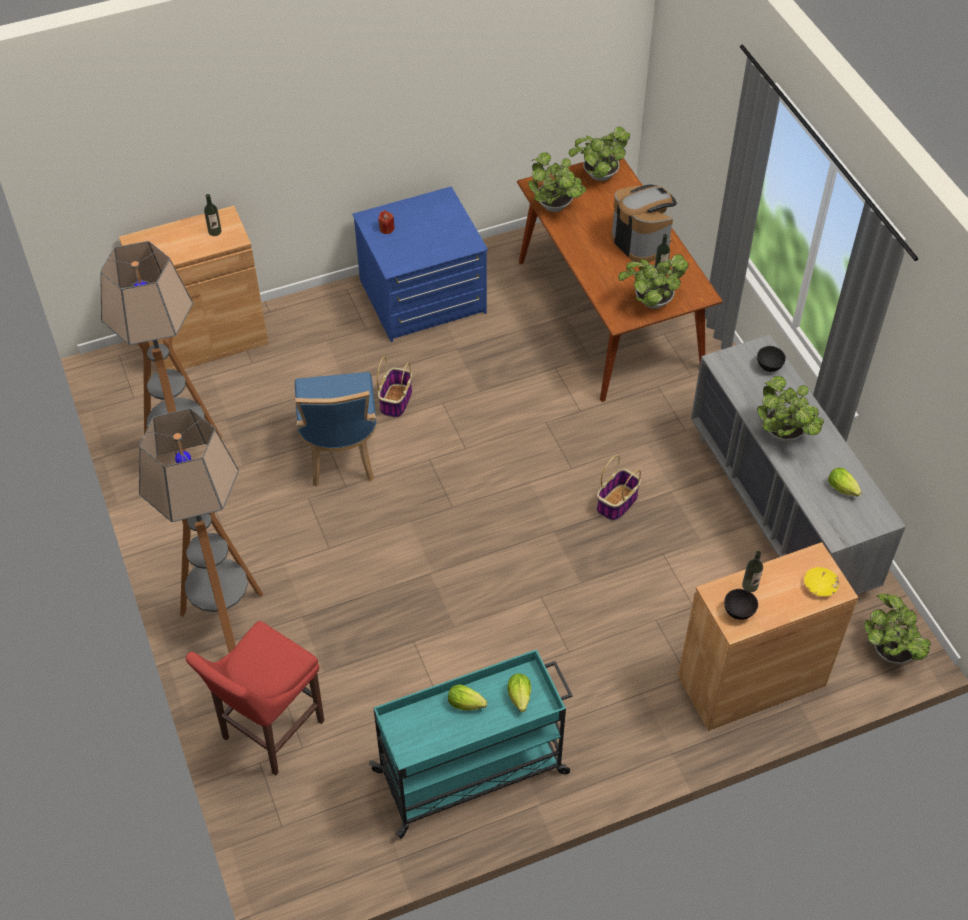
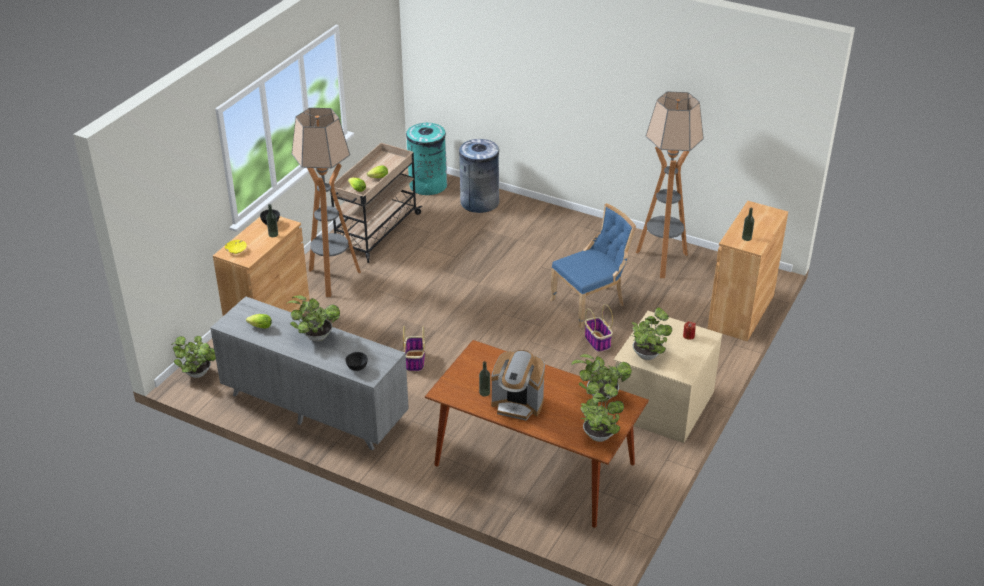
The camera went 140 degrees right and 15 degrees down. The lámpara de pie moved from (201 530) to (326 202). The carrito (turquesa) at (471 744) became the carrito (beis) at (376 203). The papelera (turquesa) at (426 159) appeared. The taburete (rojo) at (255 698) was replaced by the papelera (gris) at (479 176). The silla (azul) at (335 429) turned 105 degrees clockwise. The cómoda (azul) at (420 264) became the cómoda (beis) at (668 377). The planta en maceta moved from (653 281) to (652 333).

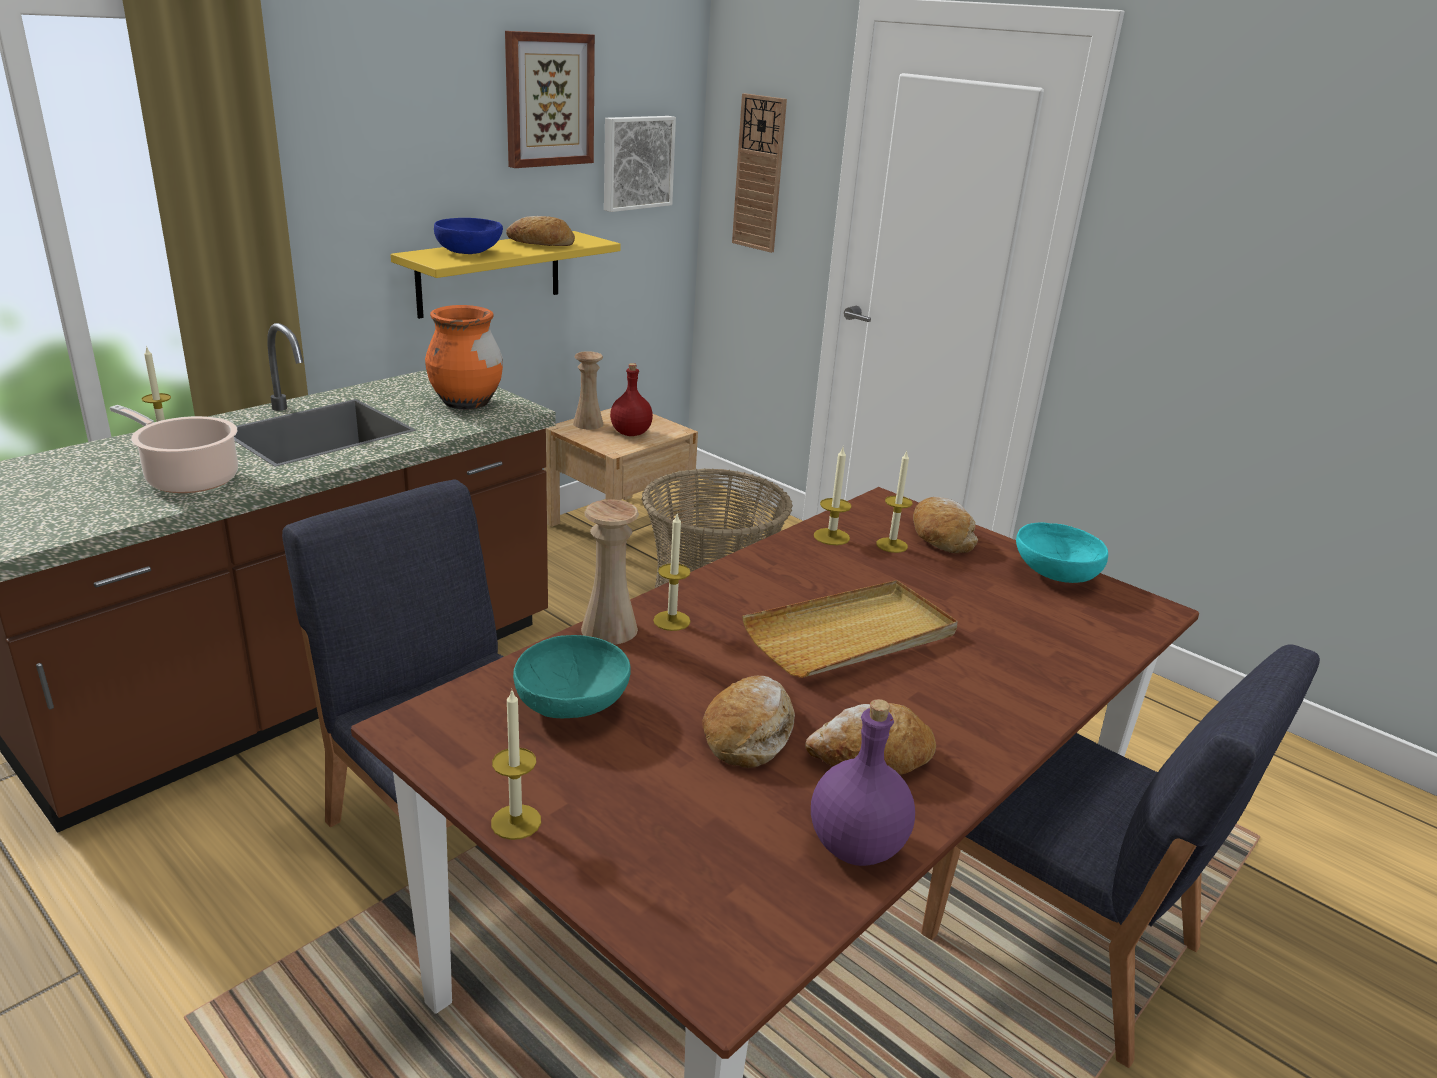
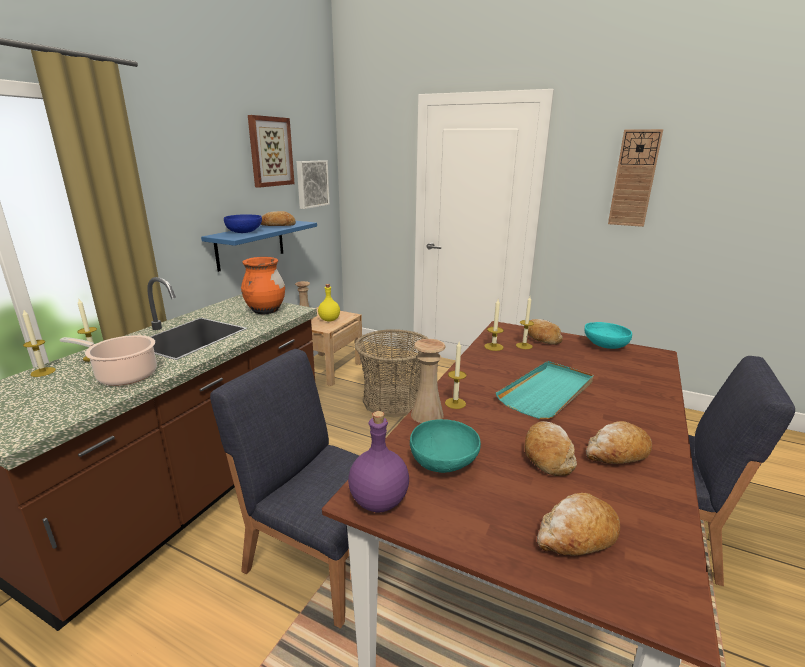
The camera went 15 degrees left and 5 degrees down. The vela moved from (516 764) to (39 343). The estante (amarillo) at (506 275) became the estante (azul) at (259 246). The botella (rojo) at (631 399) became the botella (amarillo) at (329 303). The botella (morado) moved from (863 782) to (378 462). The bandeja (beis) at (850 629) became the bandeja (turquesa) at (545 390). The pan at (578 524) appeared. The reloj de pared moved from (759 173) to (635 178).

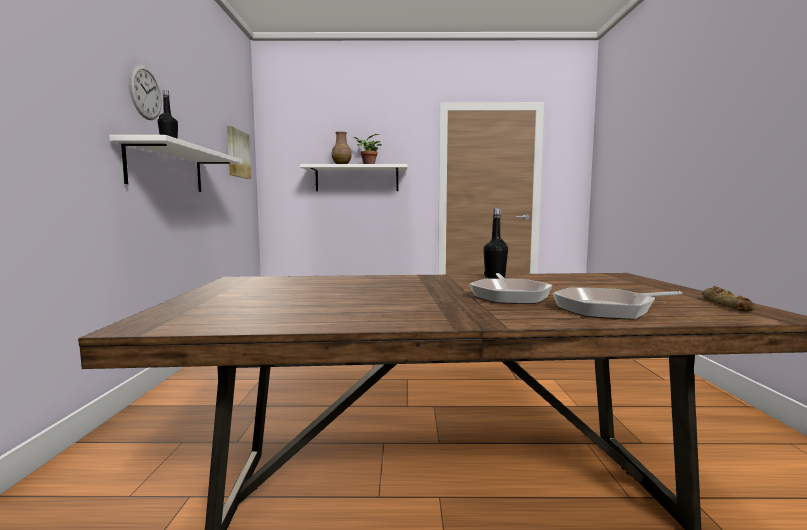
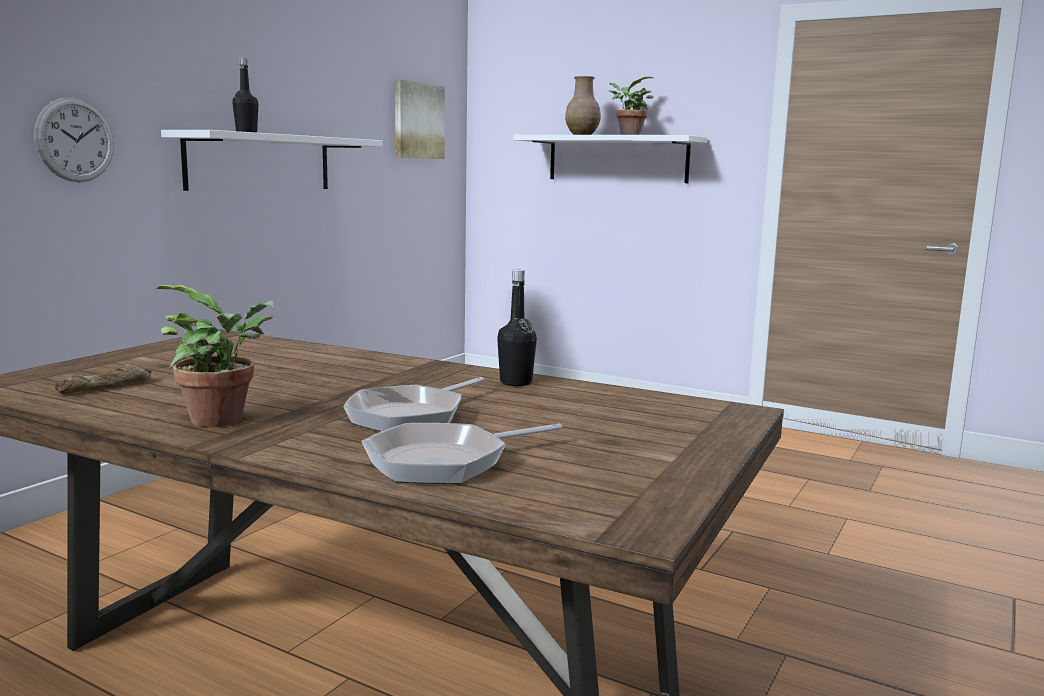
The camera went 30 degrees right and 5 degrees up. The reloj de pared moved from (145 92) to (74 139). The pan moved from (728 298) to (103 379). The planta en maceta at (214 356) appeared. The sartén at (618 303) turned 45 degrees counterclockwise.

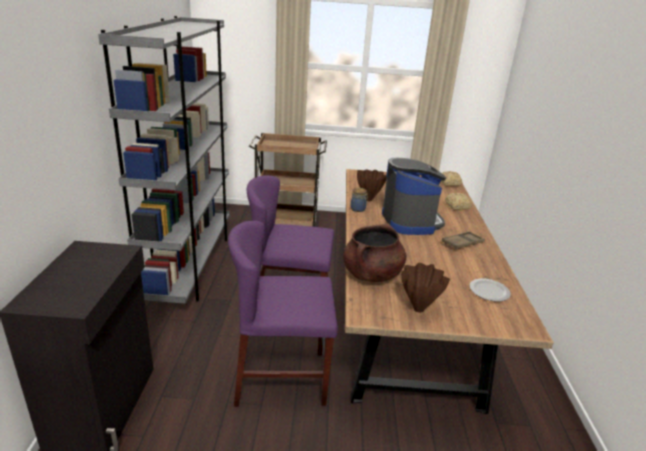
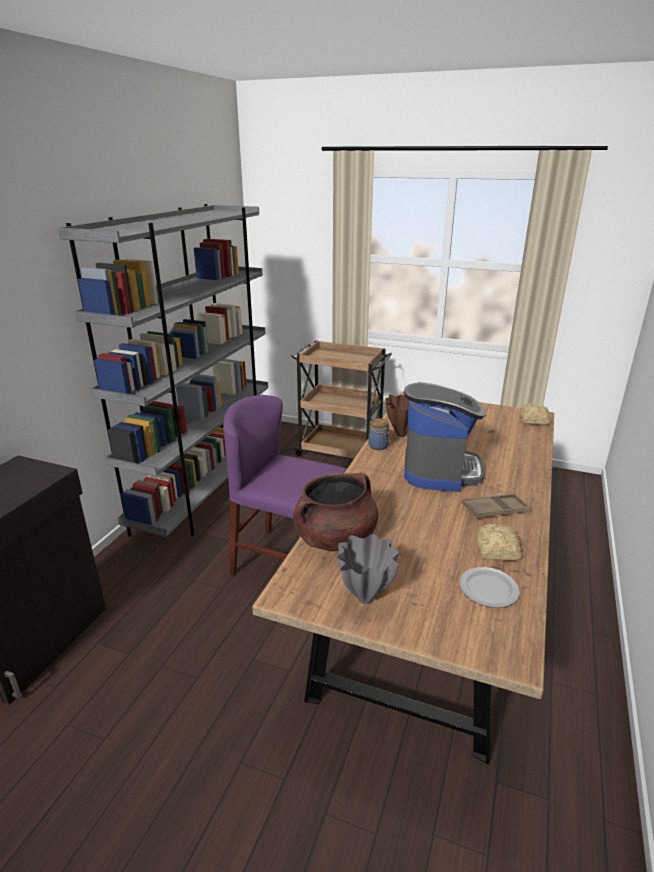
The camera went 20 degrees right and 0 degrees up. The florero (marrón) at (425 288) became the florero (gris) at (368 569). The pan moved from (458 201) to (499 542). The silla (morado) at (283 314) disappeared.

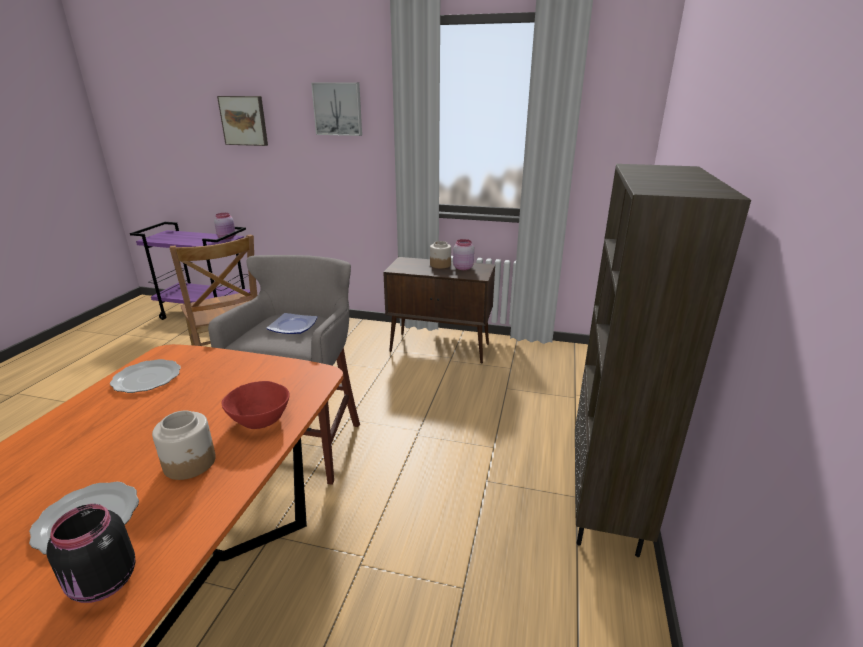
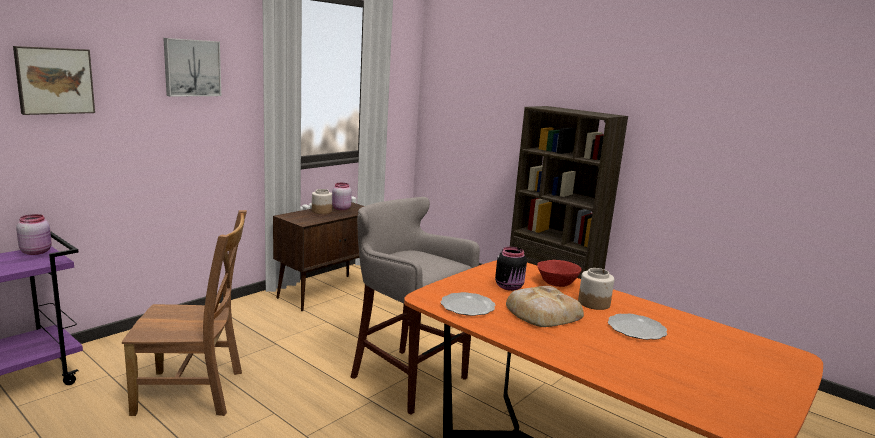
The camera went 65 degrees left and 10 degrees down. The tarro (negro) moved from (90 553) to (511 269). The pan at (545 306) appeared. The plato at (292 323) disappeared.

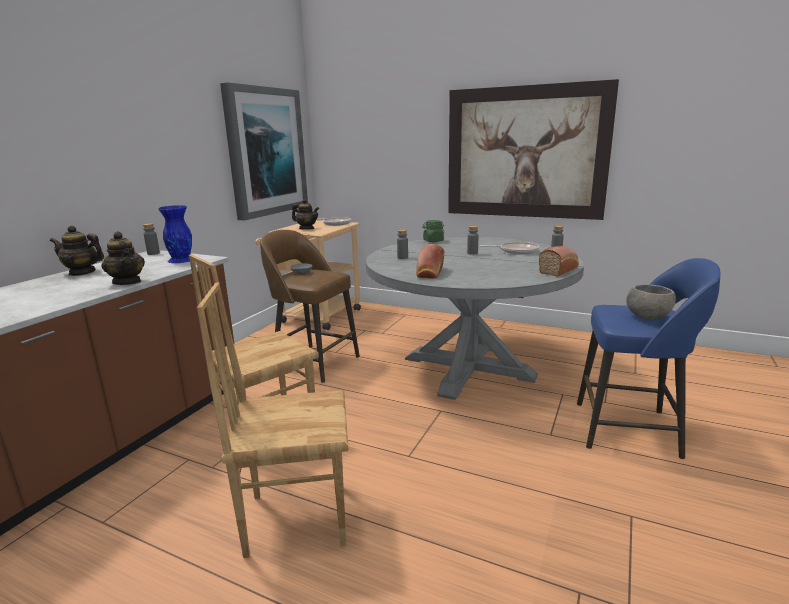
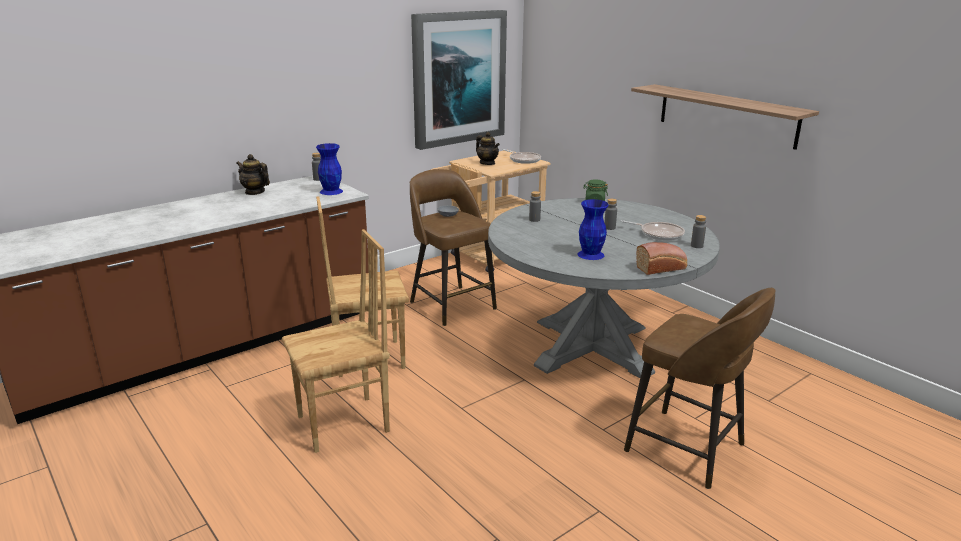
The camera went 25 degrees right and 5 degrees up. The silla (marrón) at (272 420) turned 135 degrees clockwise. The florero (azul) at (593 229) appeared. The taburete (azul) at (649 358) became the taburete (marrón) at (700 388). The cuadro at (533 149) was replaced by the estante at (725 117). The tetera at (123 258) disappeared. The pan at (430 261) disappeared. The cuenco (gris) at (651 302) disappeared.

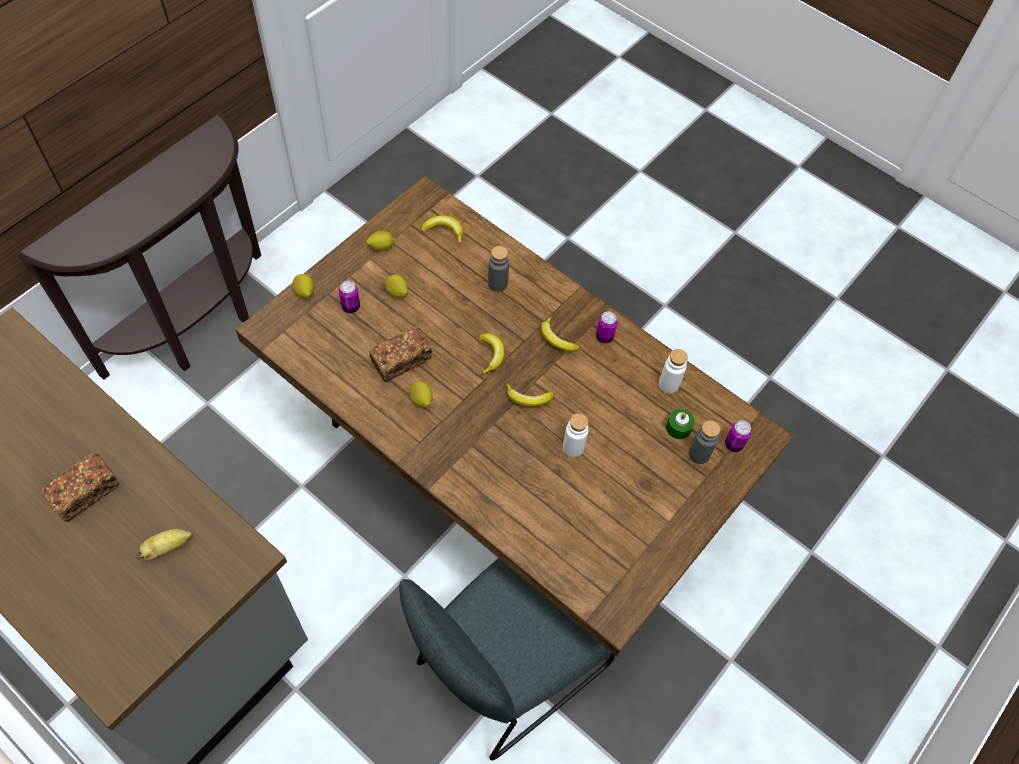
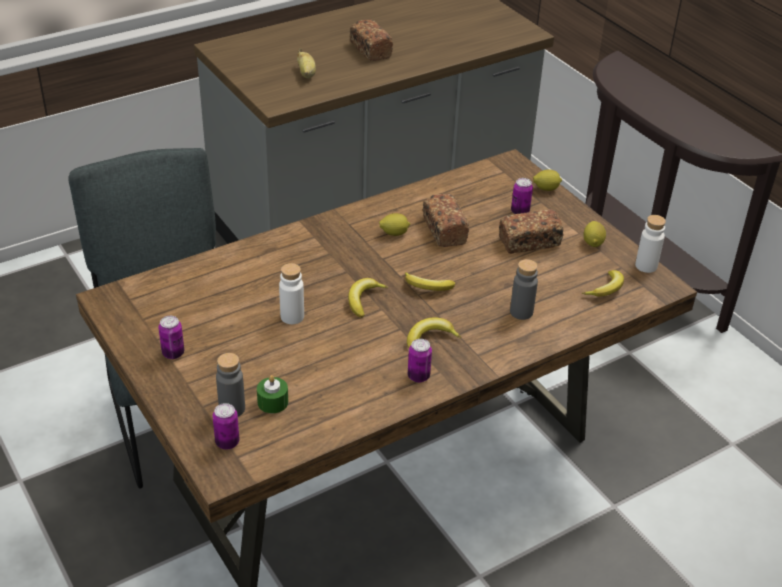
The camera went 110 degrees right and 20 degrees down. The lata at (171 337) appeared. The limón at (396 286) was replaced by the pan at (531 231). The botella (blanco) moved from (673 371) to (650 244).

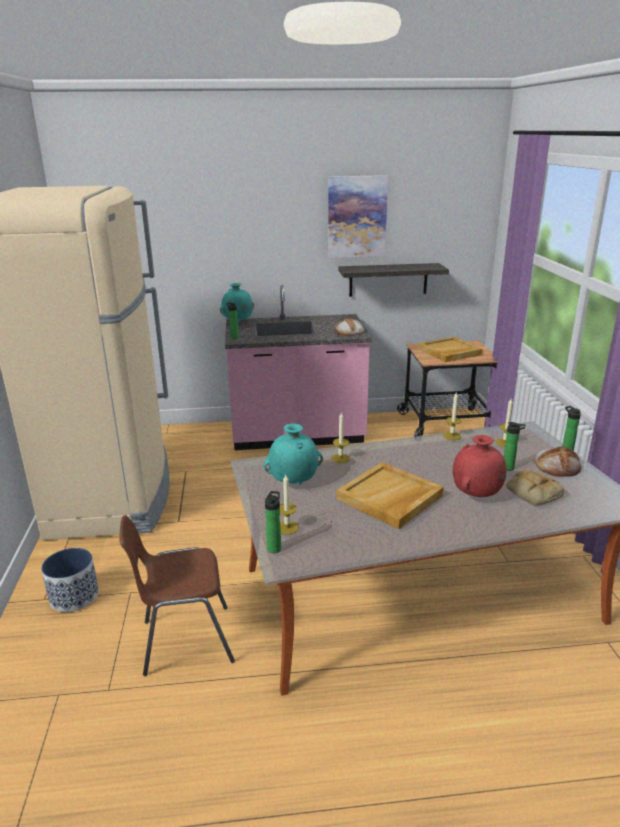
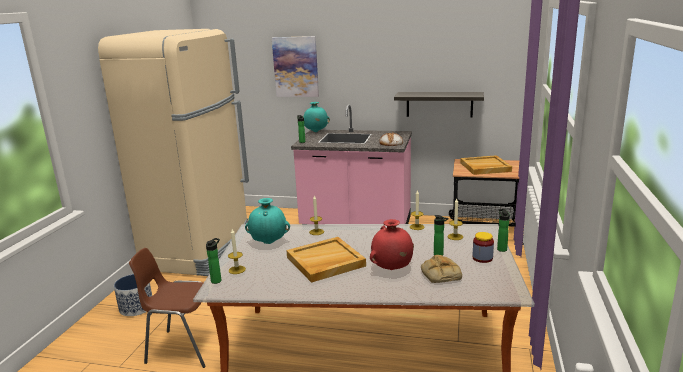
The camera went 20 degrees right and 5 degrees down. The cuadro moved from (358 216) to (295 66). The pan at (558 461) was replaced by the tarro at (483 247).

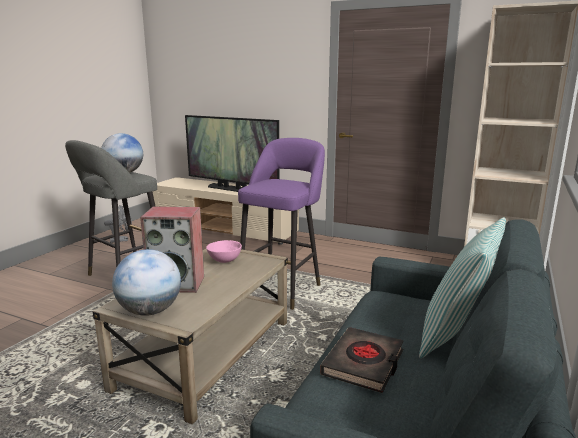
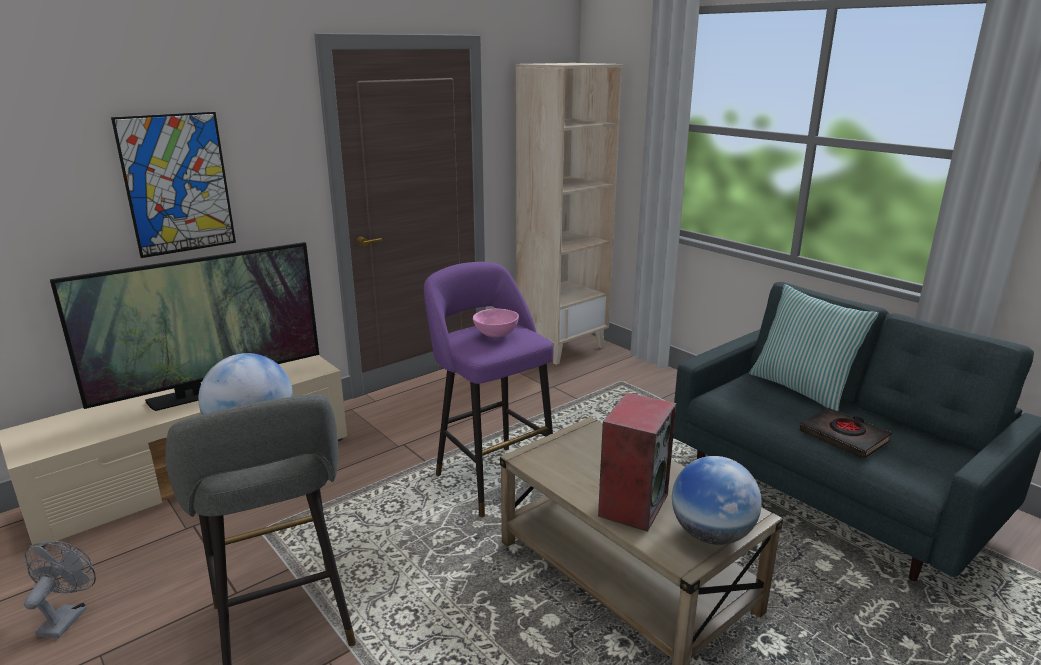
The camera went 65 degrees left and 5 degrees up. The cuadro at (173 185) appeared. The cuenco (rosa) moved from (224 251) to (496 323).

